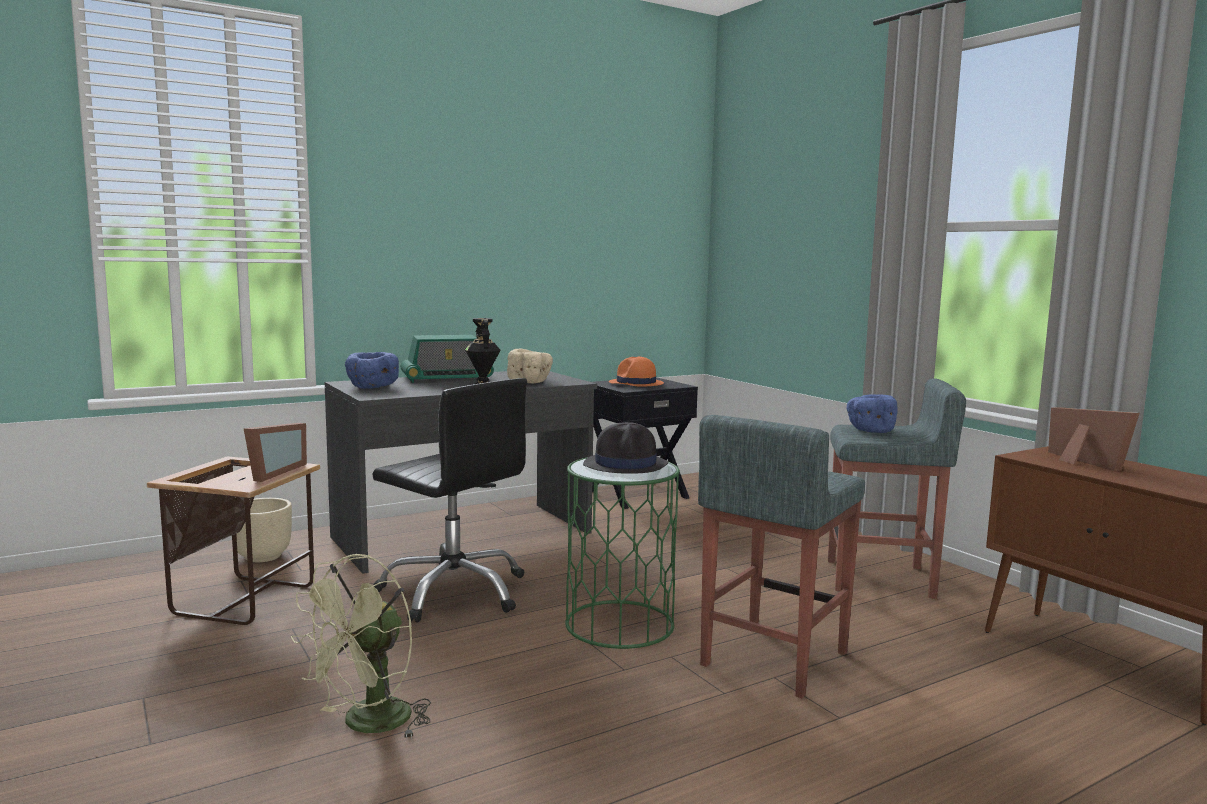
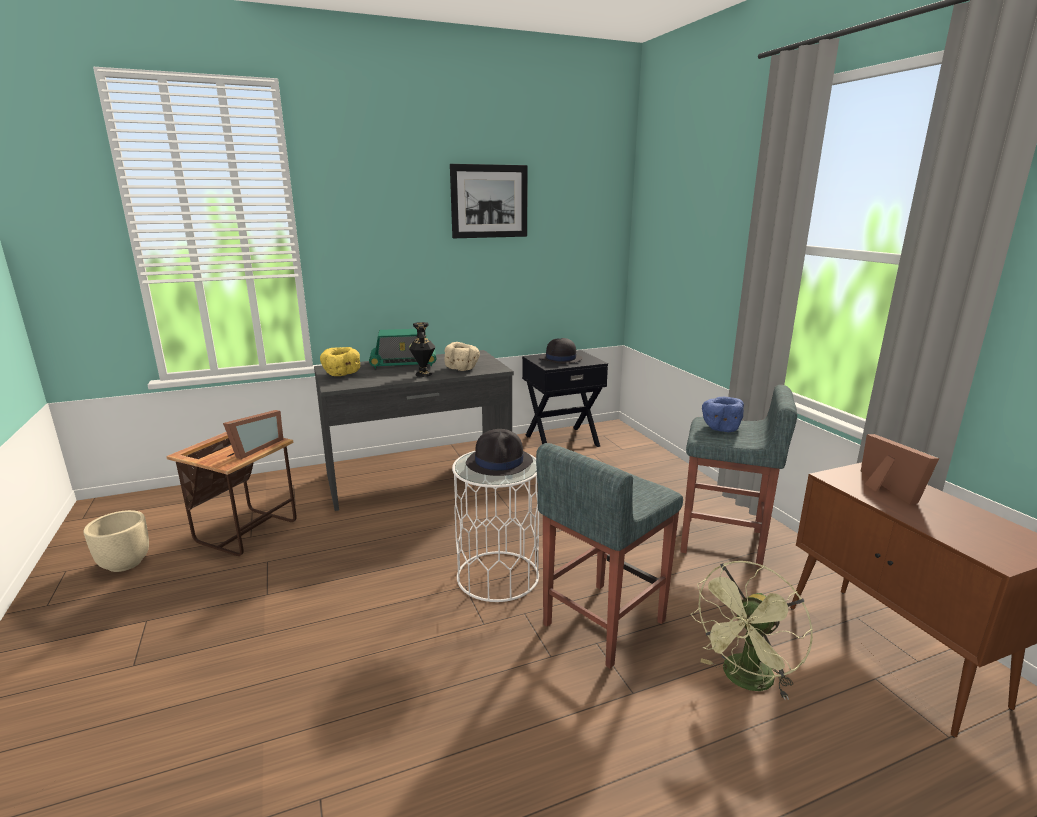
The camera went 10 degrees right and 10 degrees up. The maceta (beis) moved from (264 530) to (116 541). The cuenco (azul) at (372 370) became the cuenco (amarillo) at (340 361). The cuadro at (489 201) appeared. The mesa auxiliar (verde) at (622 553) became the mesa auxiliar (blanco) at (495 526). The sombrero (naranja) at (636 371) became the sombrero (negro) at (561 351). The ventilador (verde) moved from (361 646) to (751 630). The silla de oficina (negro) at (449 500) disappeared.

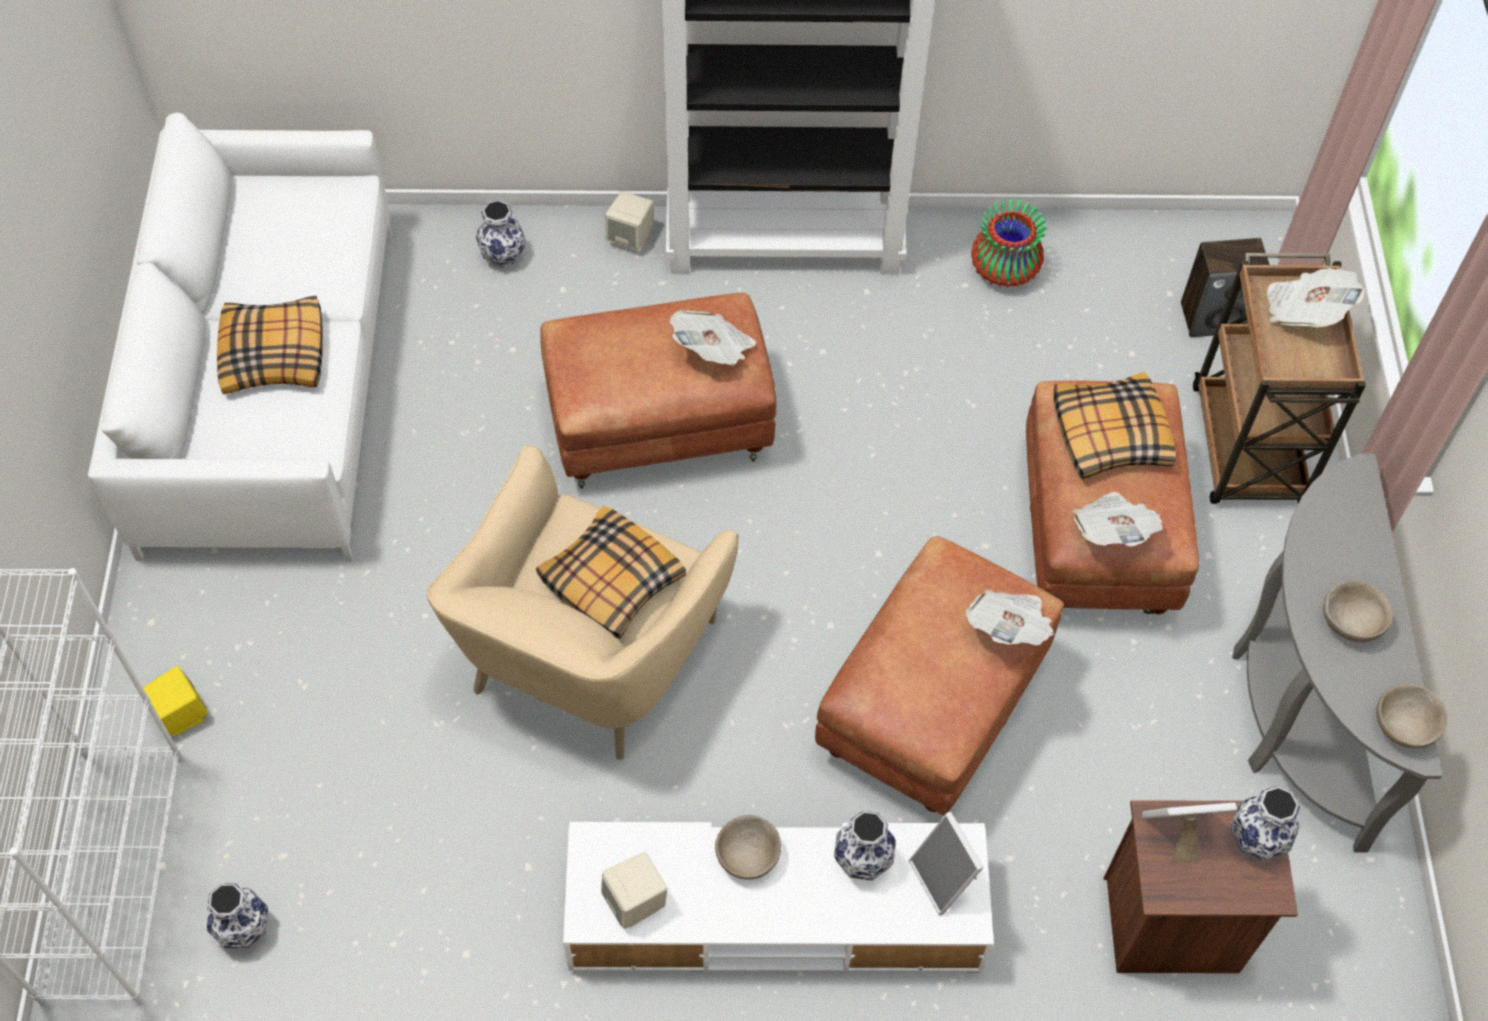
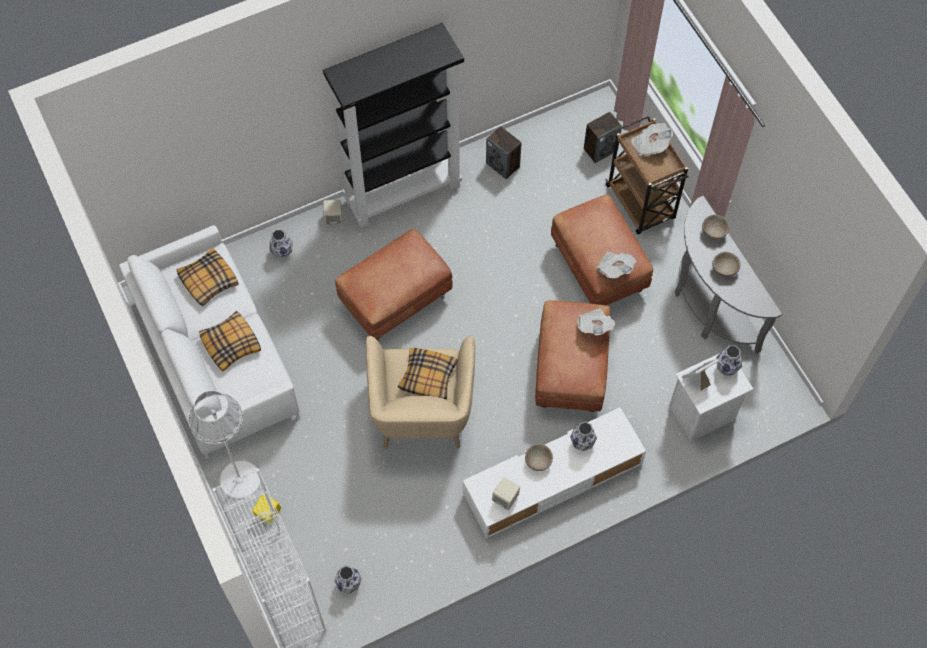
The camera went 25 degrees left and 5 degrees up. The cojín moved from (1114 425) to (207 277). The lámpara de pie (blanco) at (225 445) appeared. The florero at (1009 243) was replaced by the altavoz at (504 152). The mesita de noche (marrón) at (1201 886) became the mesita de noche (blanco) at (711 397). The cuenco (beis) moved from (1411 715) to (715 227). The periódico at (713 338) disappeared. The portarretratos at (946 864) disappeared.

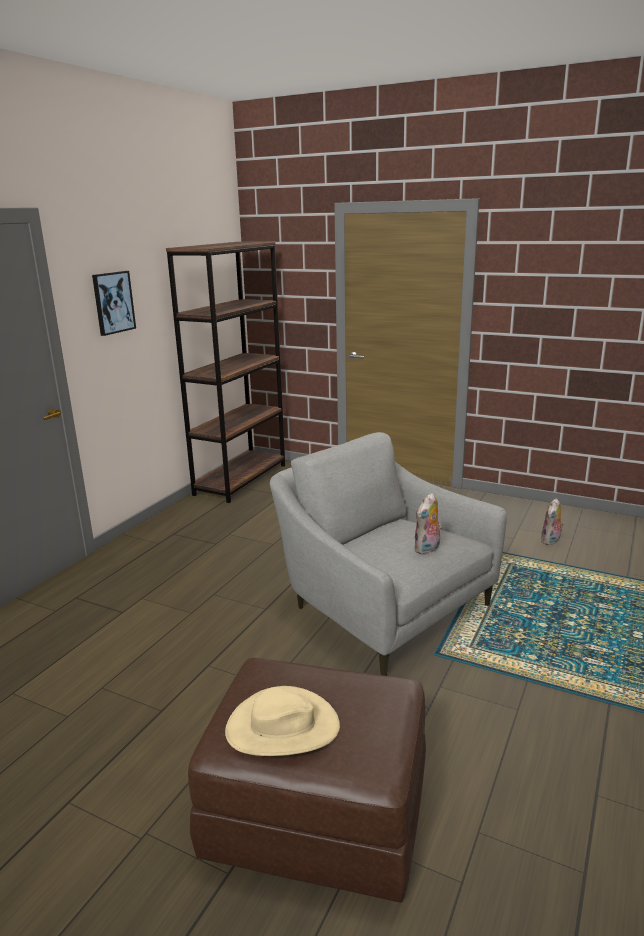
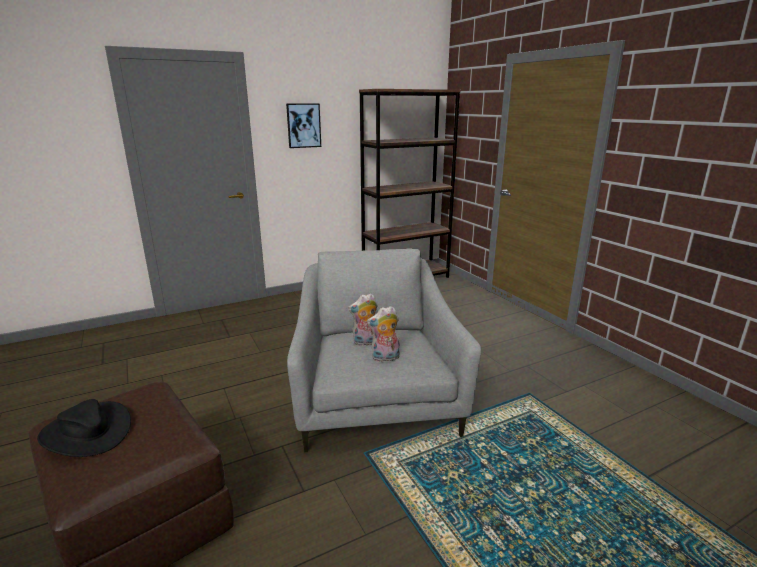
The camera went 35 degrees right and 0 degrees up. The sombrero (beis) at (282 721) became the sombrero (negro) at (84 428). The peluche moved from (552 521) to (363 319).

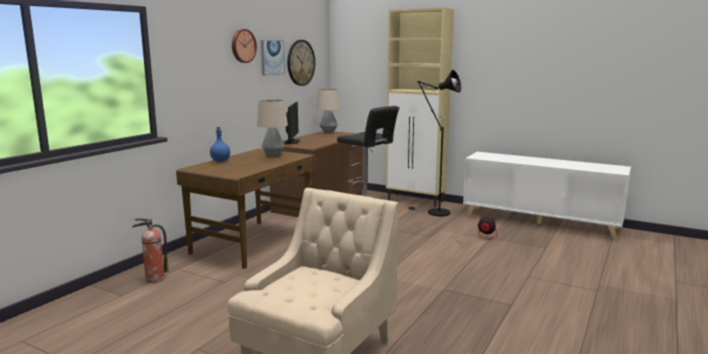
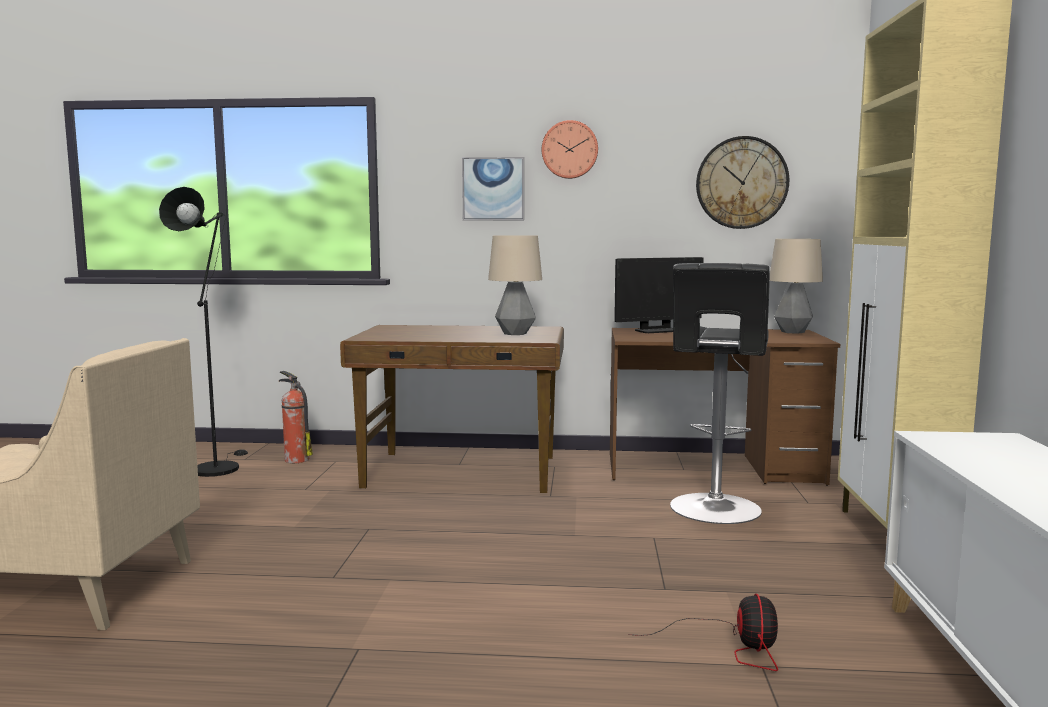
The camera went 65 degrees right and 5 degrees down. The lámpara de pie (negro) moved from (434 143) to (203 332). The cuadro moved from (273 58) to (493 188). The botella (azul) at (220 144) disappeared.

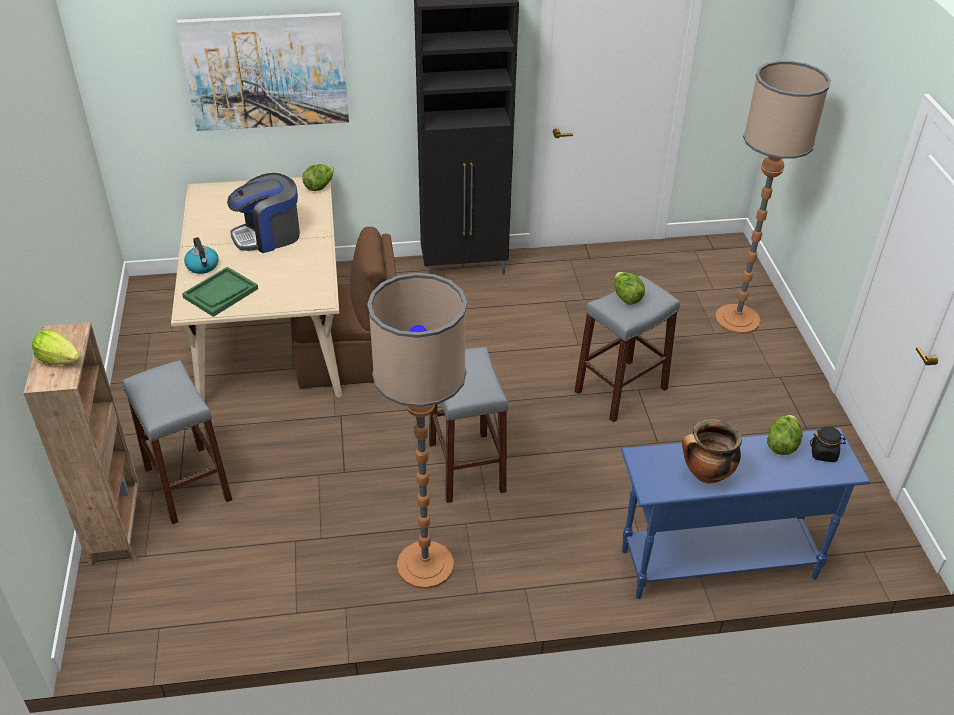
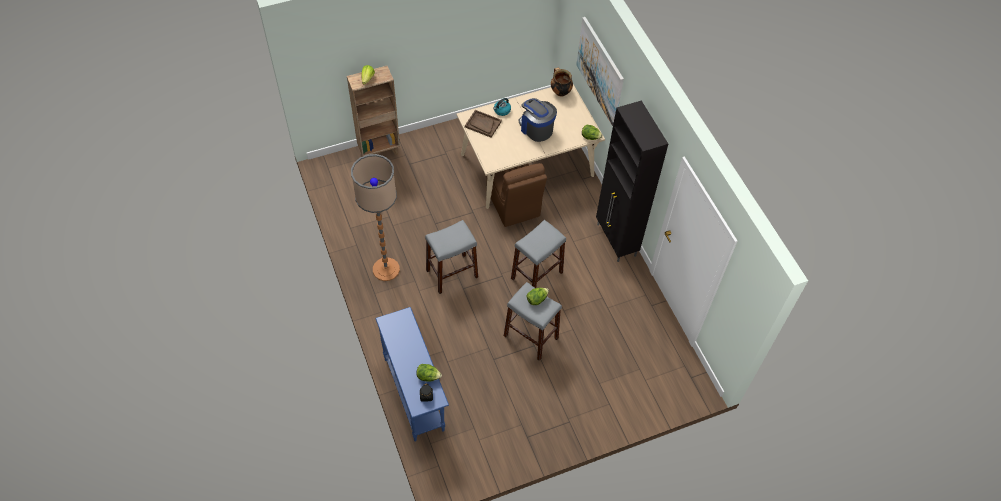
The camera went 75 degrees right and 15 degrees up. The bandeja (verde) at (220 292) became the bandeja (marrón) at (483 124). The taburete (gris) moved from (177 442) to (538 254). The olla moved from (712 451) to (562 82). The lámpara de pie at (773 197) disappeared.

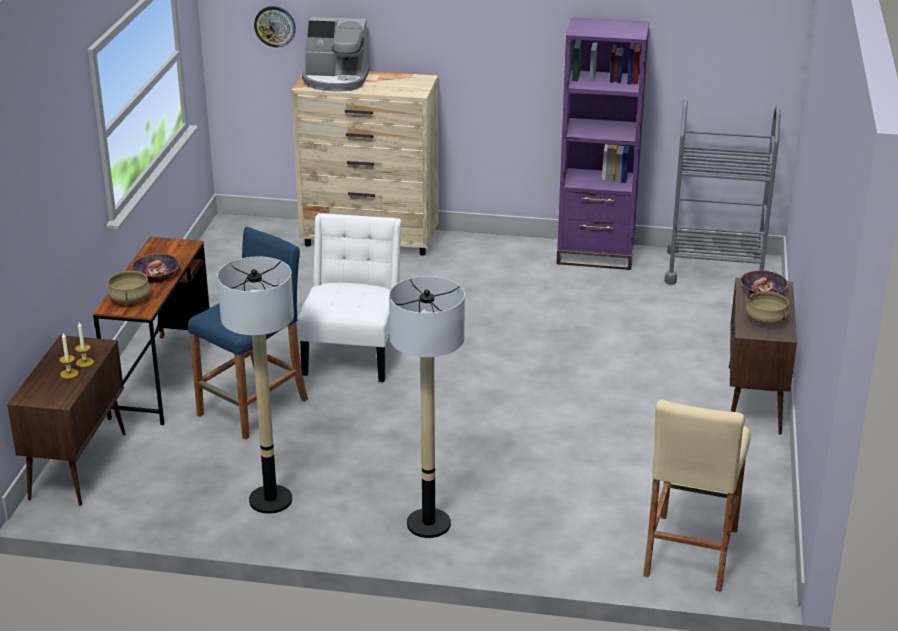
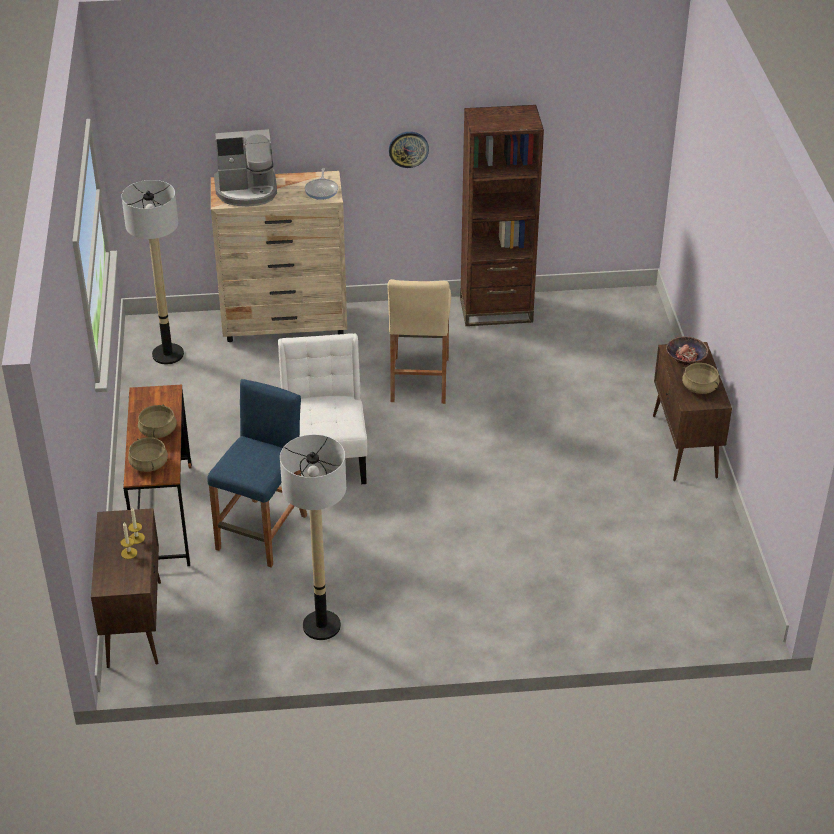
The camera went 15 degrees left and 10 degrees up. The lámpara de pie moved from (427 407) to (152 272). The cuenco at (155 268) was replaced by the olla (beis) at (157 421). The sartén at (321 184) appeared. The taburete (beis) moved from (697 495) to (419 341). The reloj de pared moved from (275 26) to (409 150). The estantería (morado) at (602 143) became the estantería (marrón) at (502 215). The carrito (gris) at (723 191) disappeared.

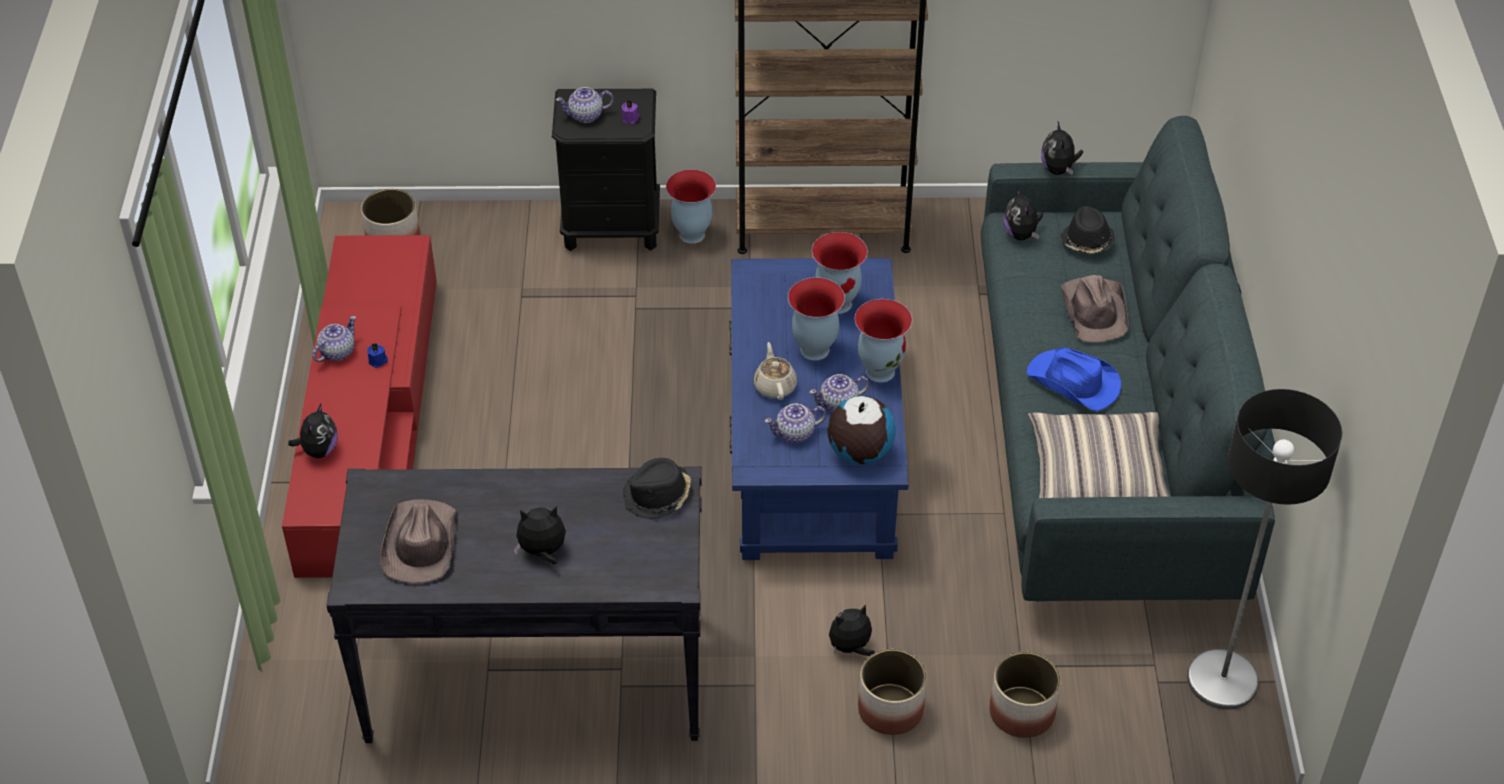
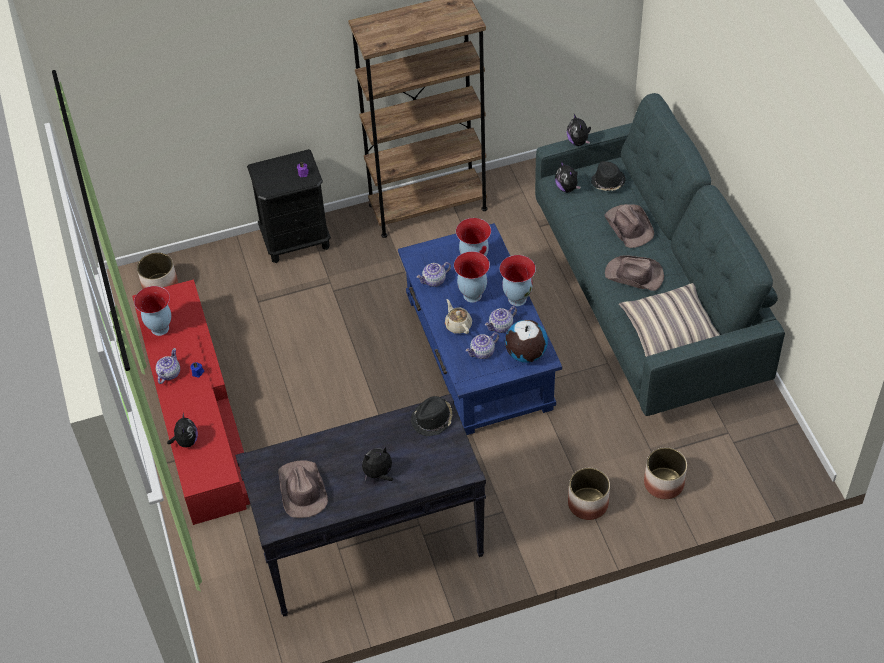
The camera went 15 degrees left and 5 degrees up. The florero moved from (691 206) to (152 311). The tetera moved from (585 105) to (433 274). The sombrero (azul) at (1073 380) became the sombrero (marrón) at (634 273). The peluche at (852 630) disappeared. The lámpara de pie at (1264 549) disappeared.

